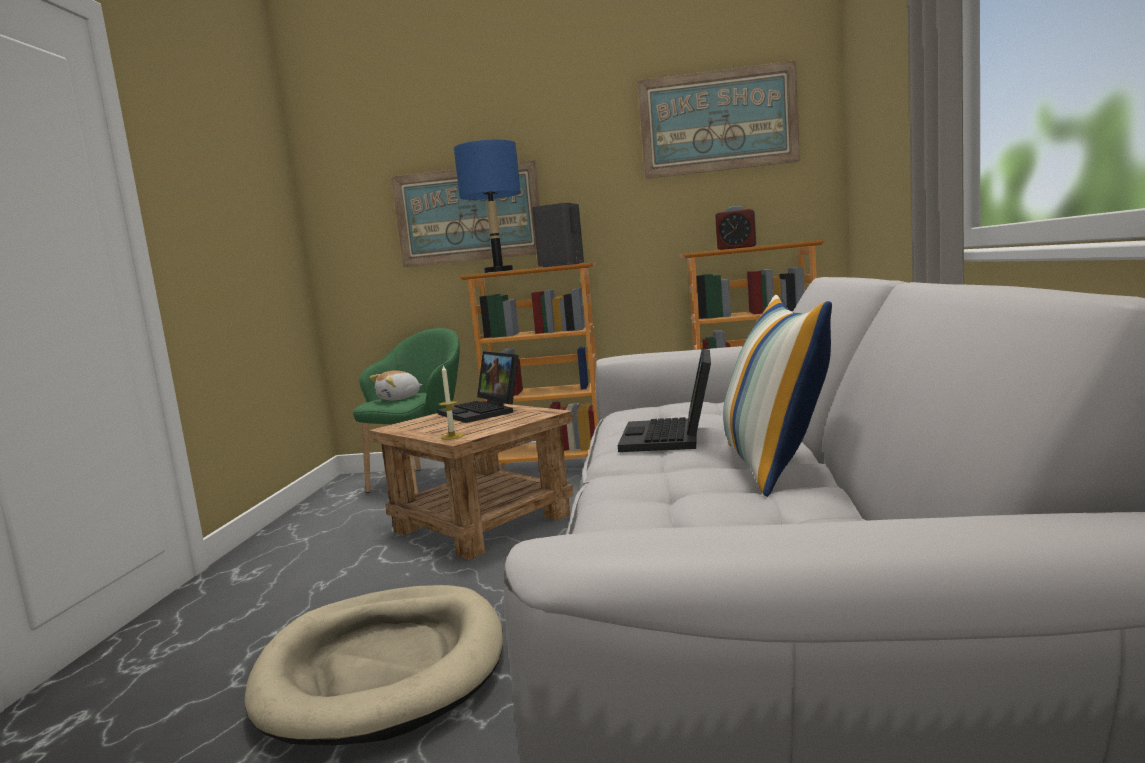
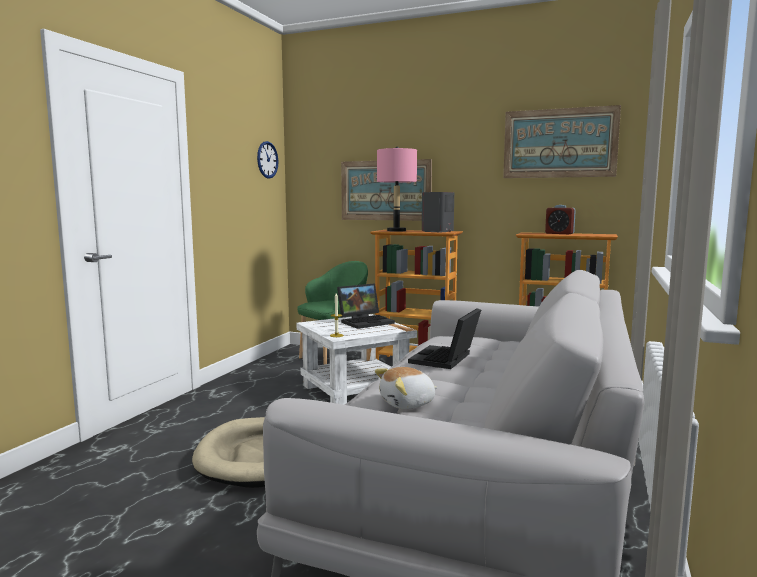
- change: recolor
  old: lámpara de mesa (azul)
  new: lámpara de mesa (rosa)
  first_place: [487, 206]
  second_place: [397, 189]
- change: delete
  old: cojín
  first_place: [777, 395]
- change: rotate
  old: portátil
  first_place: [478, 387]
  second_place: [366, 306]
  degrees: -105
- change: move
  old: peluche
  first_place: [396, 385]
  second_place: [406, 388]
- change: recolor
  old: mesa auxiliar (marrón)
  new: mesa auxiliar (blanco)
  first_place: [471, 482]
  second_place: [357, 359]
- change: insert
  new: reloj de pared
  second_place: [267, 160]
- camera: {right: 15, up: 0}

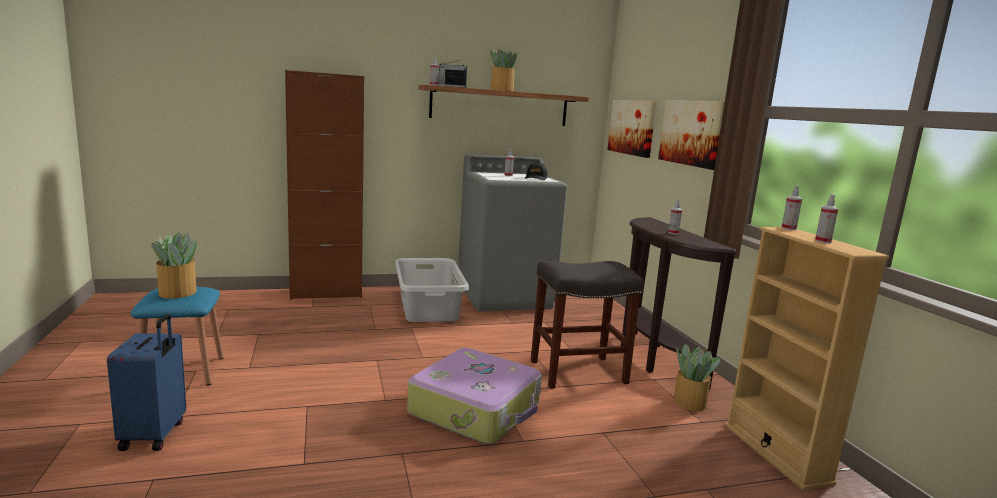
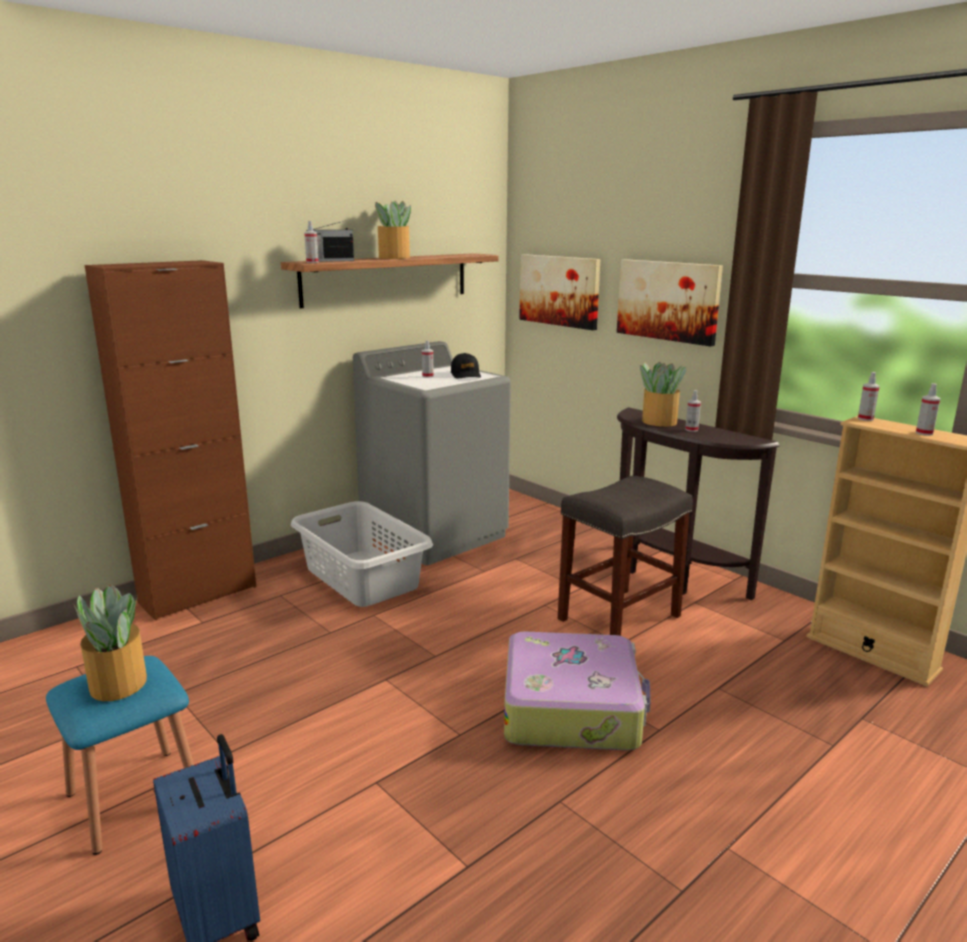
- change: move
  old: planta en maceta
  first_place: [697, 377]
  second_place: [663, 394]
- camera: {right: -25, up: 5}

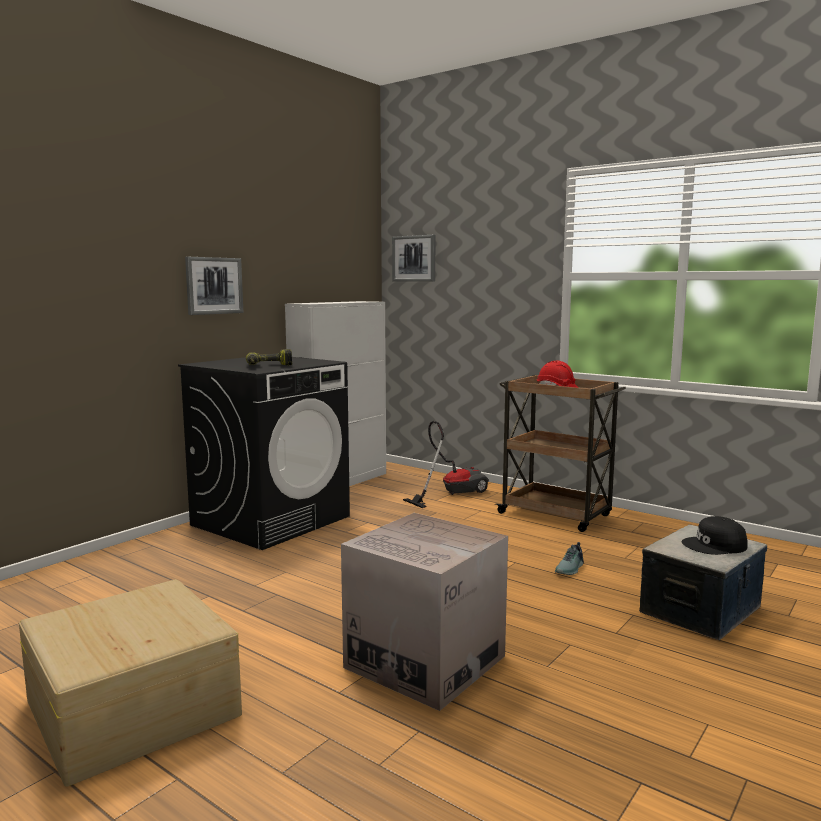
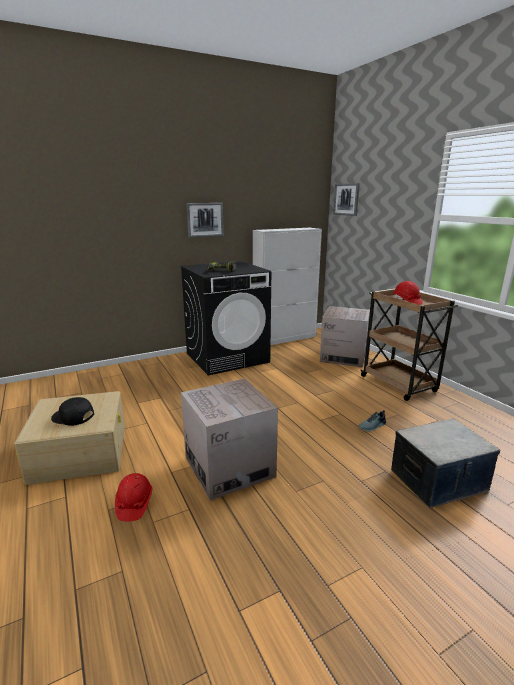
- change: replace
  old: aspiradora
  new: caja de cartón
  first_place: [446, 464]
  second_place: [345, 336]
- change: move
  old: gorra (negro)
  first_place: [715, 535]
  second_place: [72, 411]
- change: insert
  new: casco (rojo)
  second_place: [133, 497]
- camera: {right: 25, up: 10}

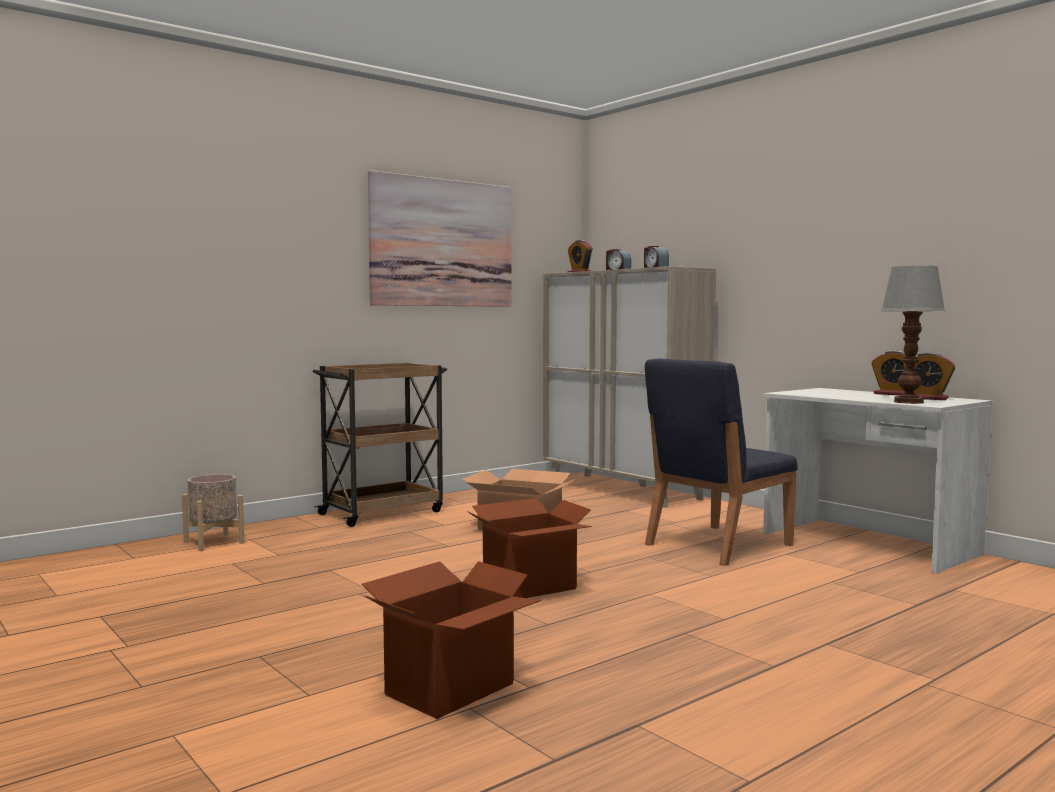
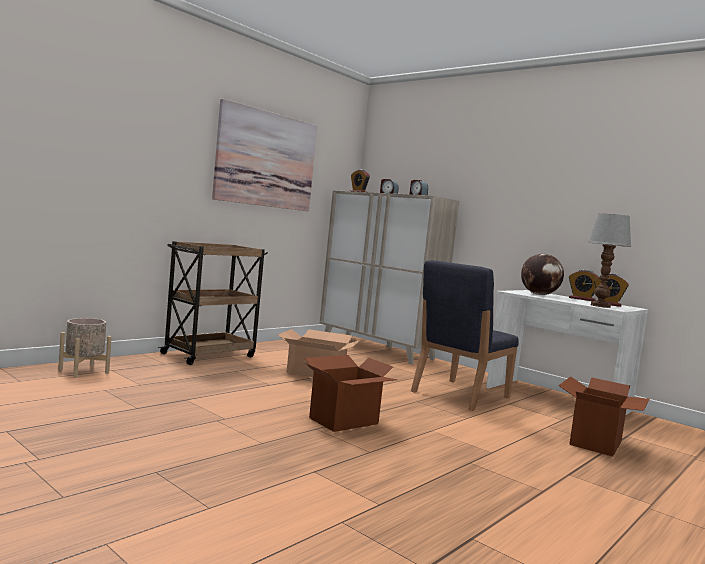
- change: move
  old: caja de cartón
  first_place: [451, 640]
  second_place: [604, 416]
- change: insert
  new: globo terráqueo
  second_place: [542, 274]
- camera: {right: -10, up: 0}

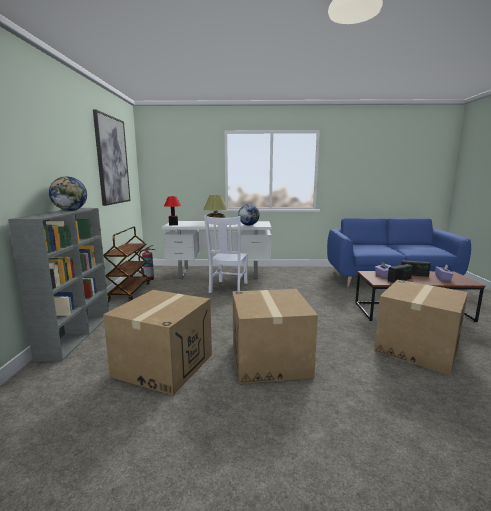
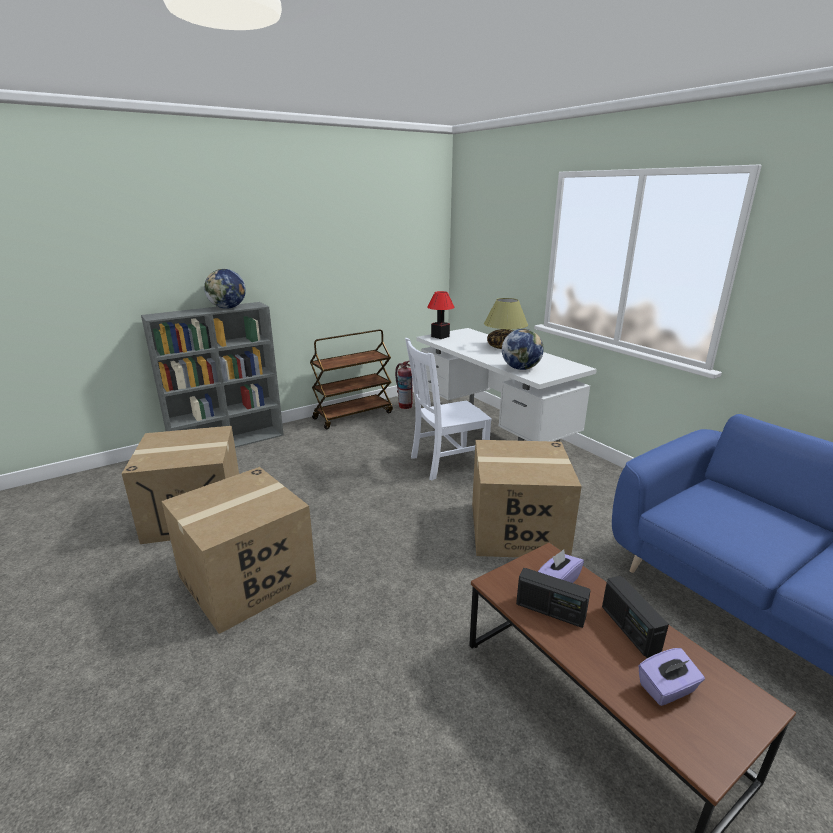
- change: delete
  old: cuadro
  first_place: [111, 157]
- change: move
  old: caja de cartón
  first_place: [421, 327]
  second_place: [527, 499]
- camera: {right: 55, up: 10}

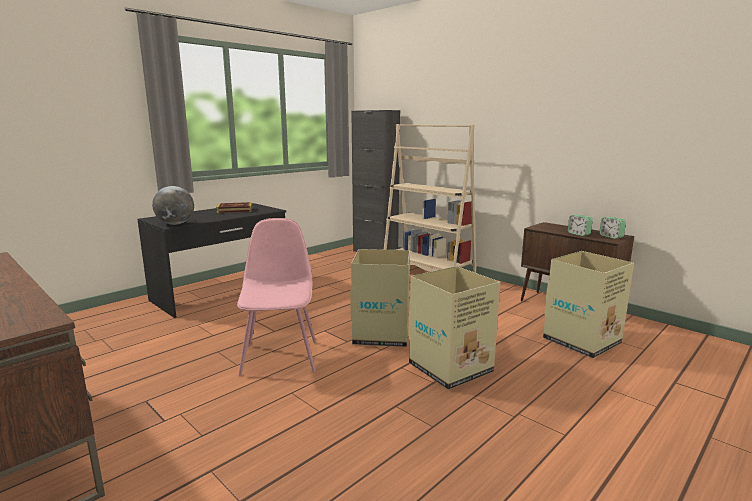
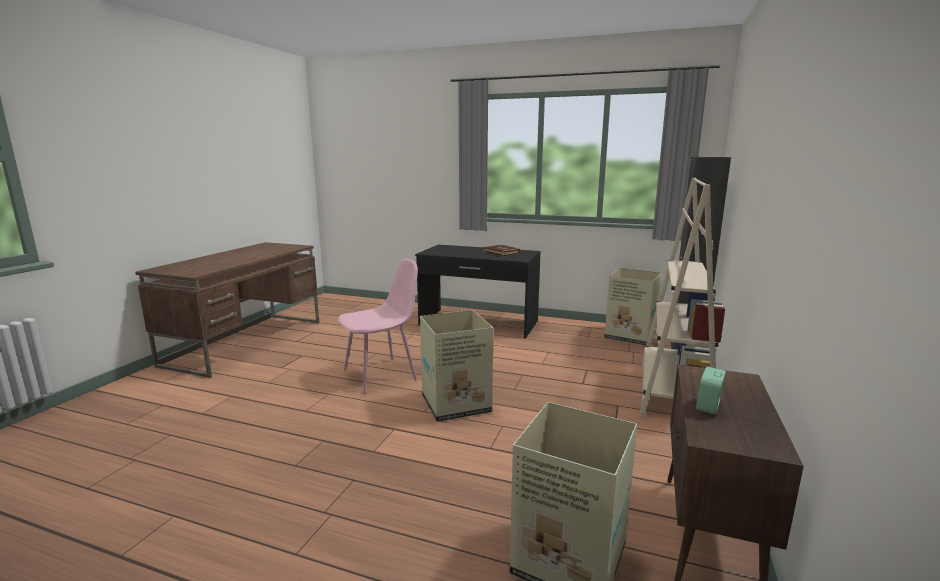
- change: delete
  old: globo terráqueo
  first_place: [173, 205]
- change: delete
  old: despertador
  first_place: [612, 228]
- change: move
  old: caja de cartón
  first_place: [454, 328]
  second_place: [633, 307]
- camera: {right: 65, up: 0}

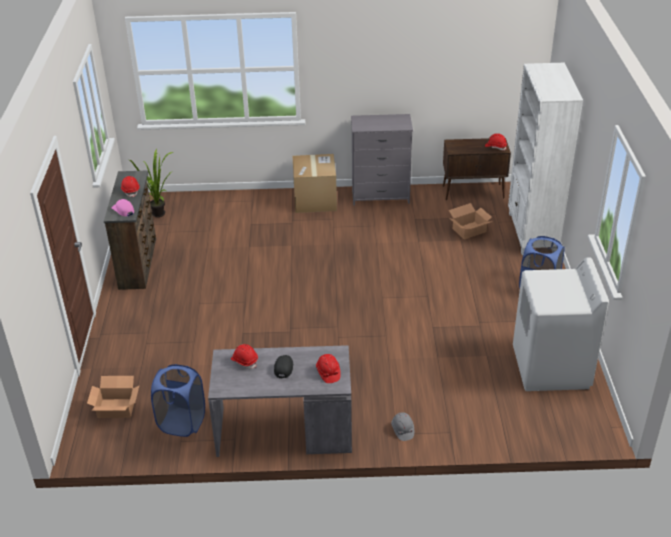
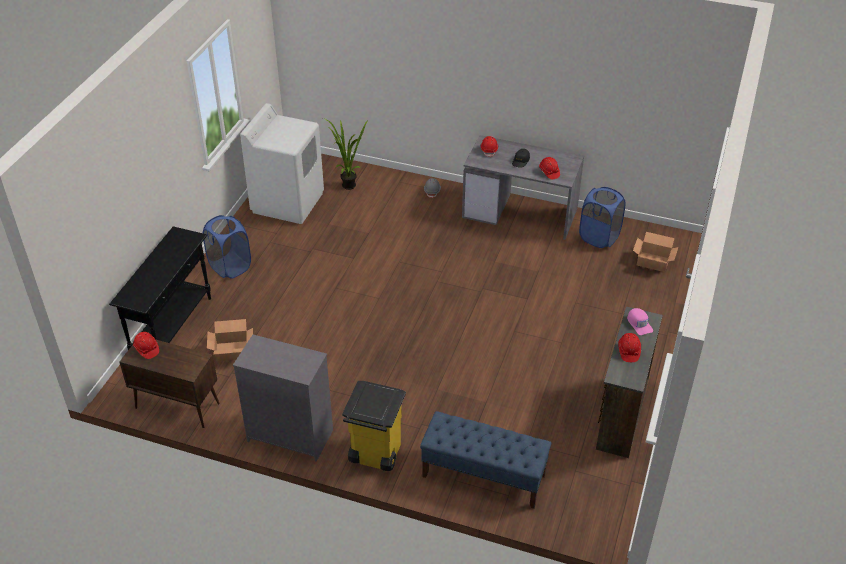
- change: replace
  old: estantería (blanco)
  new: mesa consola (negro)
  first_place: [545, 159]
  second_place: [160, 288]
- change: move
  old: planta en maceta
  first_place: [151, 183]
  second_place: [345, 154]
- change: replace
  old: caja de cartón
  new: papelera (amarillo)
  first_place: [314, 183]
  second_place: [374, 426]
- change: insert
  new: banco (azul)
  second_place: [485, 460]
- camera: {right: -160, up: 5}

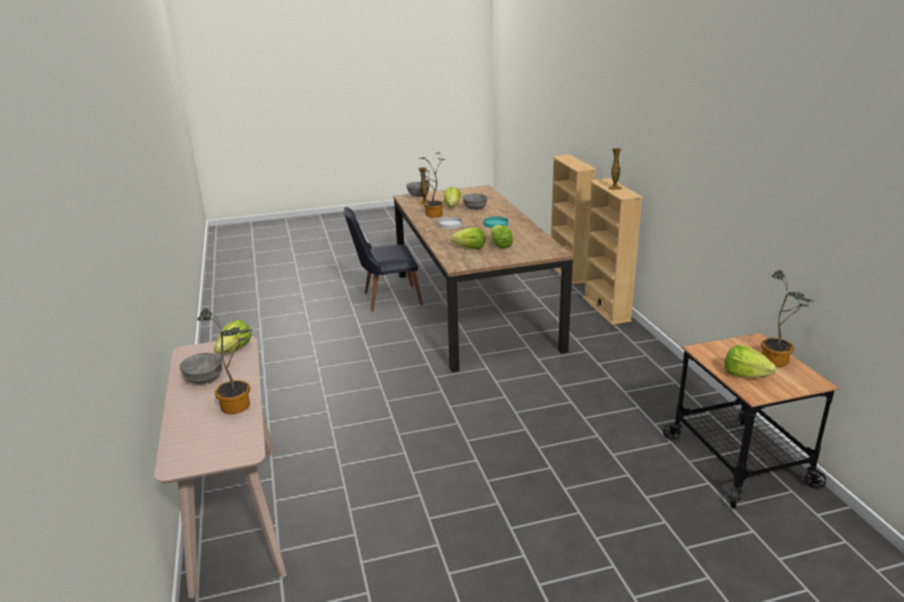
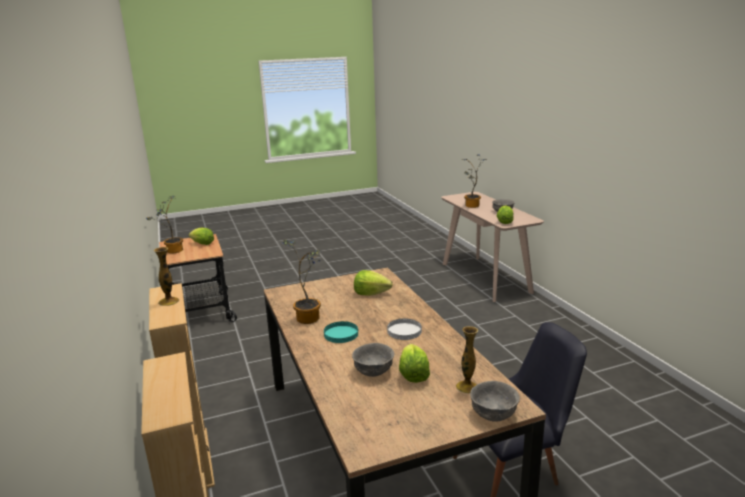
- change: move
  old: planta en maceta
  first_place: [432, 185]
  second_place: [302, 282]
- change: delete
  old: lechuga
  first_place: [501, 236]
- camera: {right: 175, up: -5}

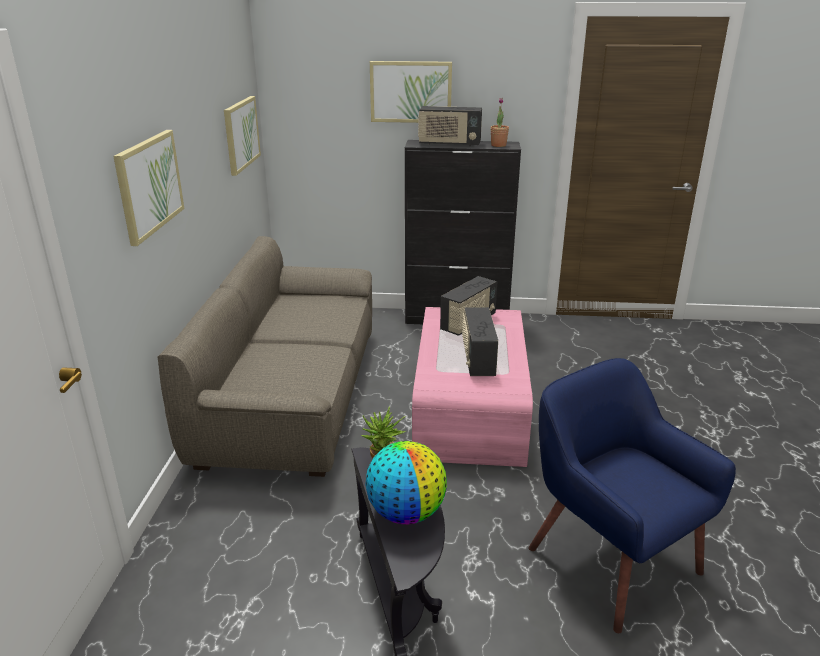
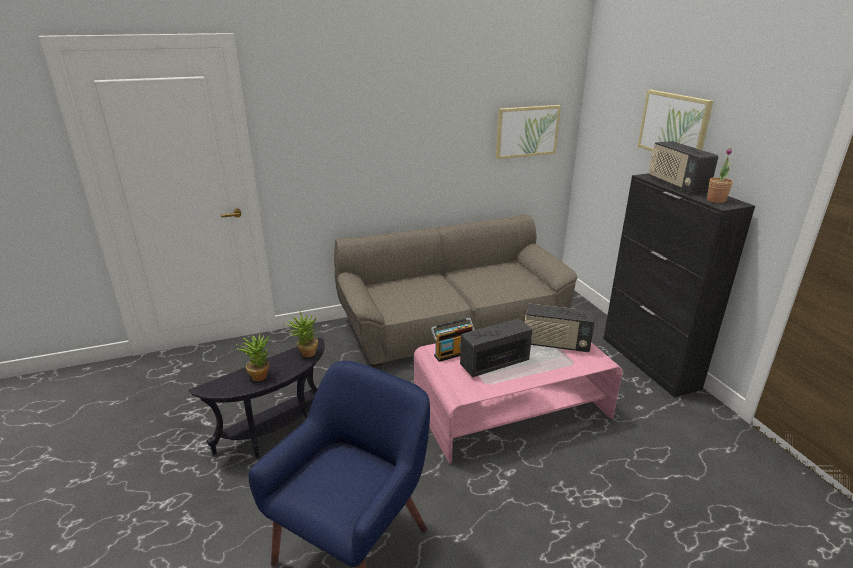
- change: delete
  old: cuadro
  first_place: [148, 188]
- change: replace
  old: globo terráqueo
  new: planta en maceta
  first_place: [406, 482]
  second_place: [252, 357]
- change: insert
  new: radio
  second_place: [453, 340]
- camera: {right: 65, up: 0}

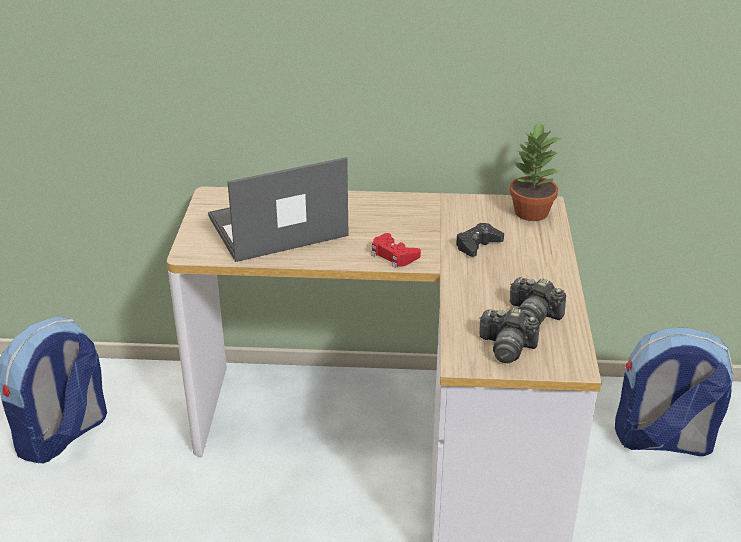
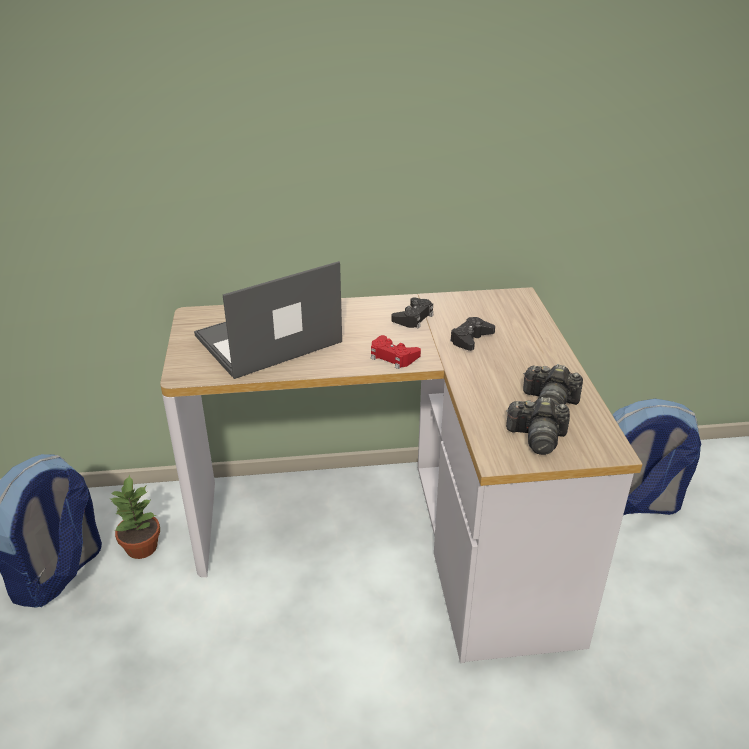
- change: move
  old: planta en maceta
  first_place: [535, 171]
  second_place: [134, 516]
- change: insert
  new: mando de consola (negro)
  second_place: [412, 313]
- camera: {right: -10, up: 0}

